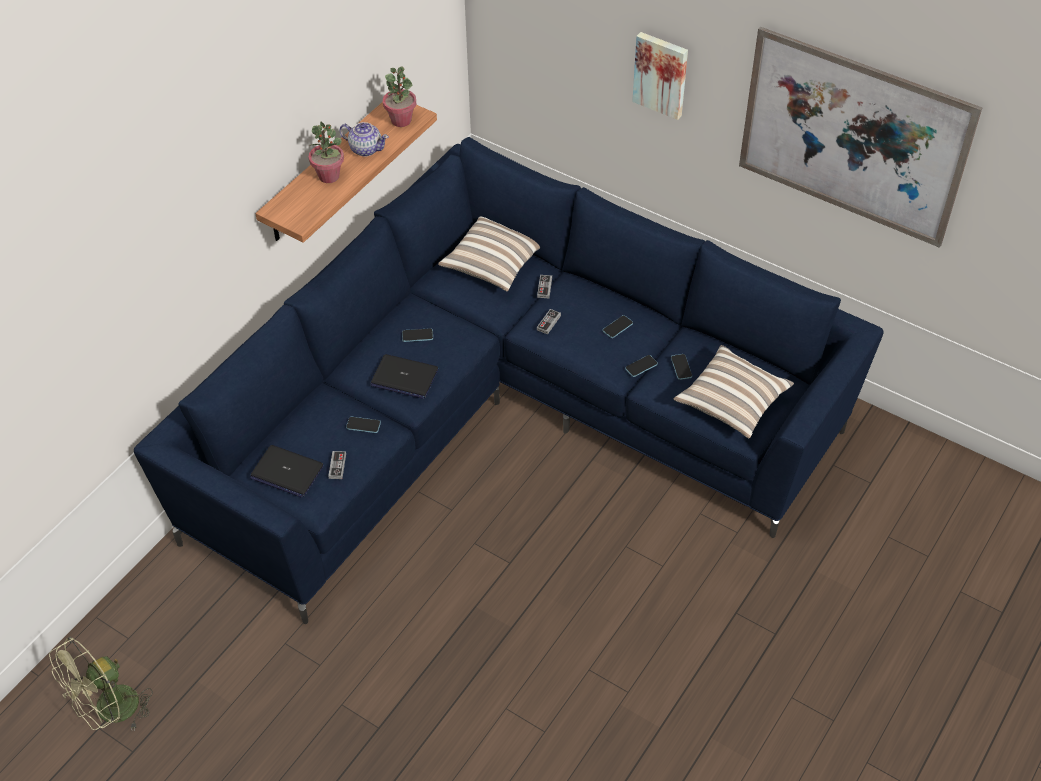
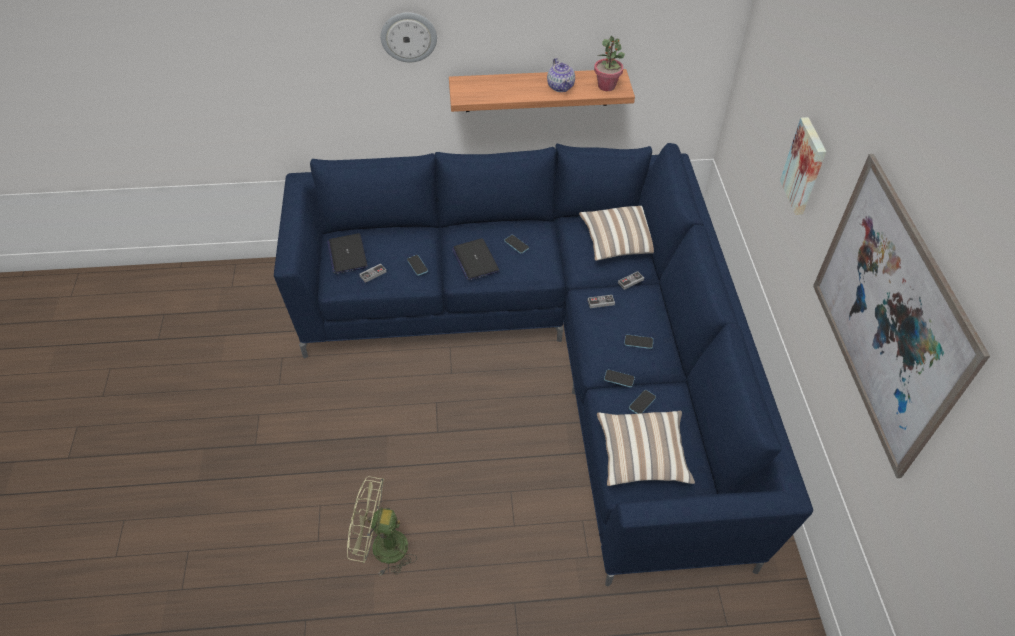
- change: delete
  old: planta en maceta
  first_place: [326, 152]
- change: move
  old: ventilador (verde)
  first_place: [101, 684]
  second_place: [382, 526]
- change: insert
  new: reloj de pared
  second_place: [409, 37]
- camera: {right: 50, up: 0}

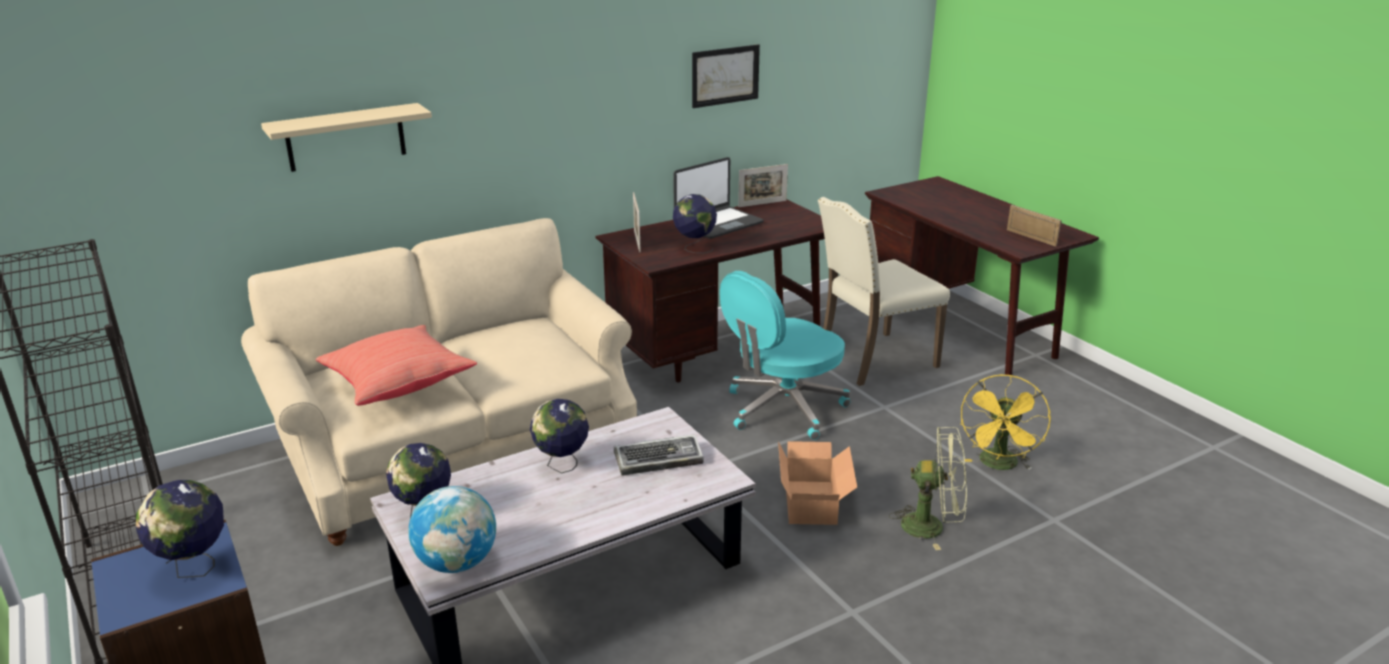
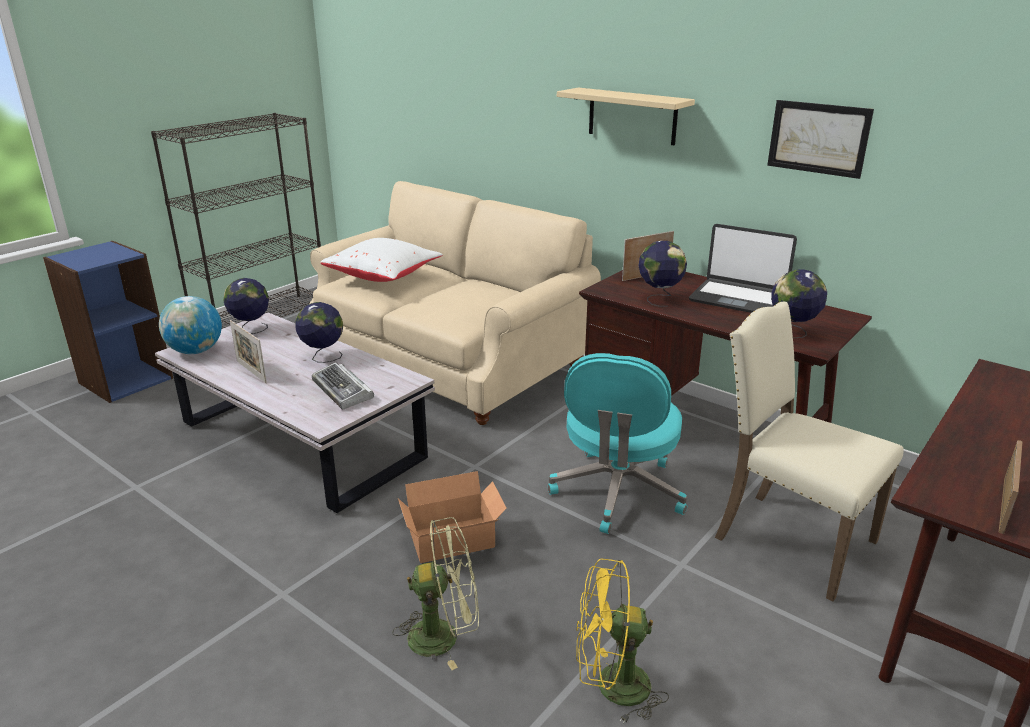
- change: move
  old: estante (beis)
  first_place: [346, 137]
  second_place: [626, 116]
- change: move
  old: portarretratos
  first_place: [763, 185]
  second_place: [248, 351]
- change: rotate
  old: silla de oficina (turquesa)
  first_place: [785, 355]
  second_place: [617, 443]
  degrees: -105
- change: recolor
  old: cojín (rojo)
  new: cojín (blanco)
  first_place: [396, 365]
  second_place: [381, 260]
- change: rotate
  old: ventilador (verde)
  first_place: [928, 488]
  second_place: [435, 593]
  degrees: -90
- change: move
  old: globo terráqueo
  first_place: [180, 529]
  second_place: [799, 303]
- camera: {right: 70, up: 0}

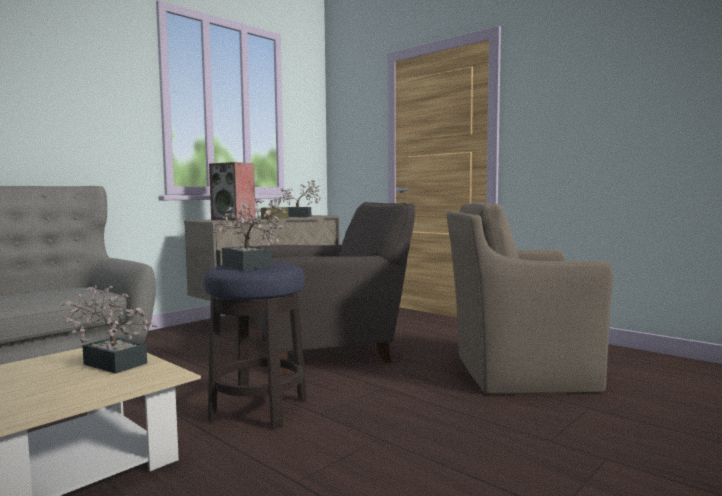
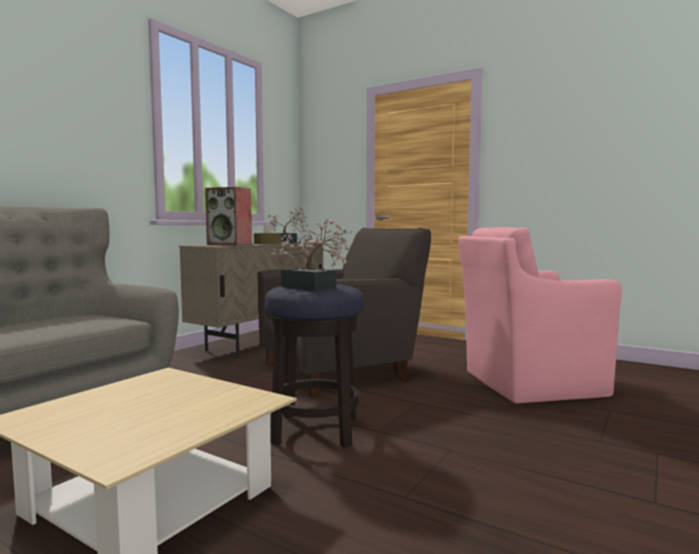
- change: recolor
  old: sillón (marrón)
  new: sillón (rosa)
  first_place: [530, 298]
  second_place: [540, 315]
- change: delete
  old: planta en maceta
  first_place: [108, 330]
- camera: {right: -10, up: 0}

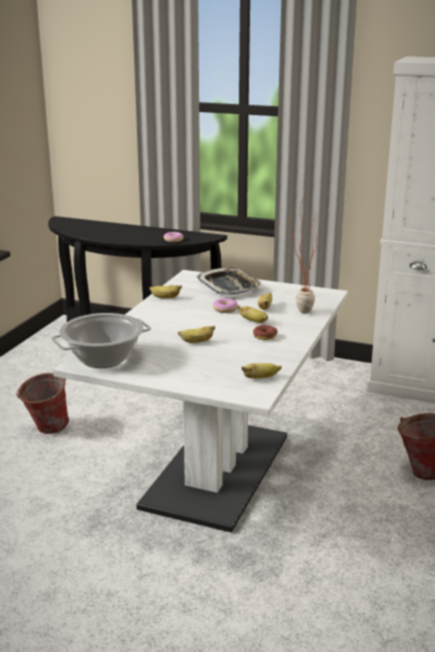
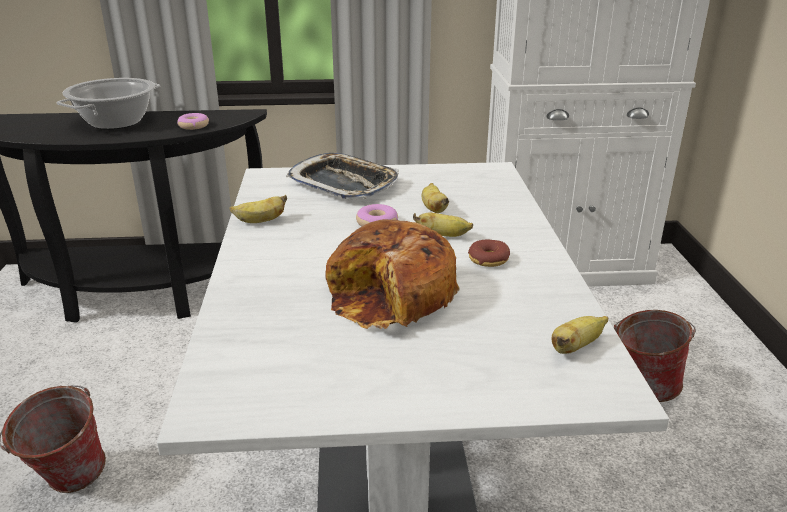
- change: delete
  old: planta en maceta
  first_place: [302, 257]
- change: move
  old: olla
  first_place: [101, 340]
  second_place: [109, 103]
- change: replace
  old: plátano
  new: pan
  first_place: [196, 334]
  second_place: [393, 274]
- camera: {right: -25, up: 5}

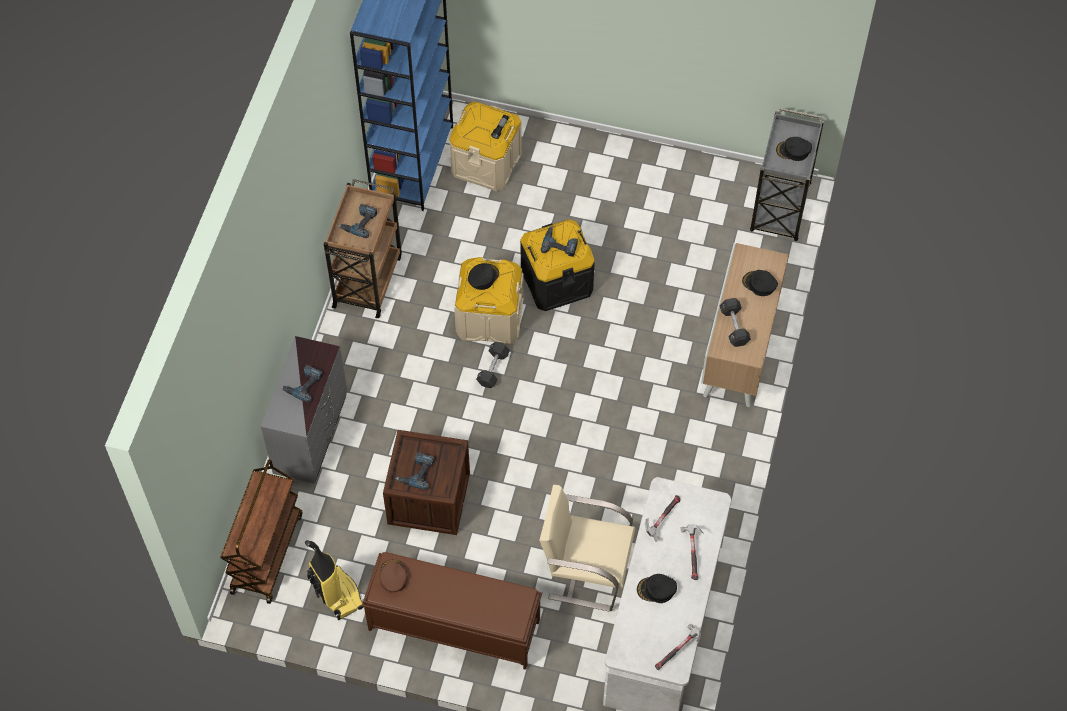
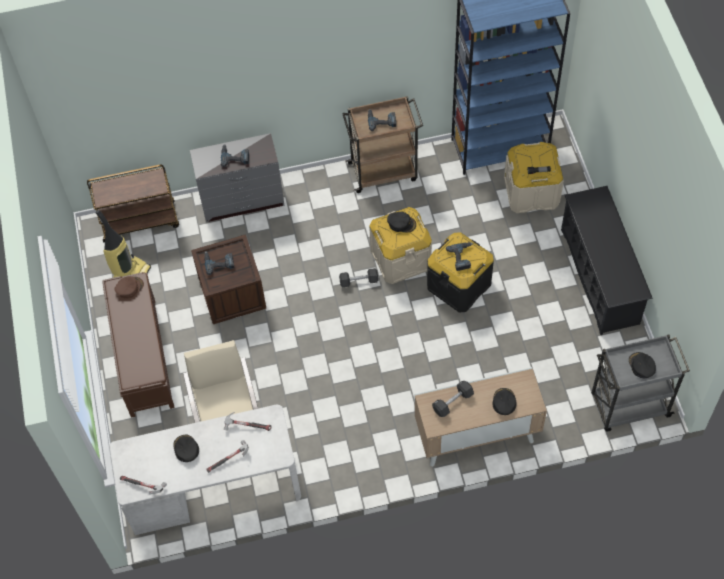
- change: insert
  new: zapatero (negro)
  second_place: [607, 260]
- camera: {right: 65, up: 0}

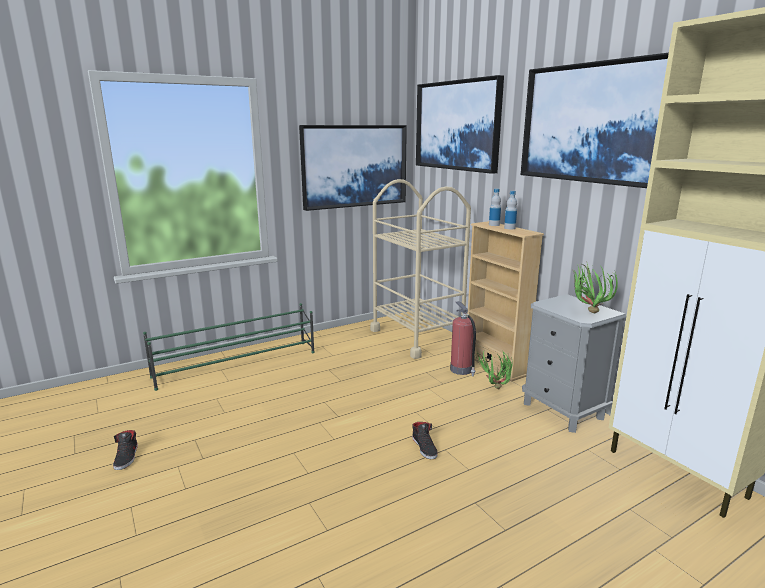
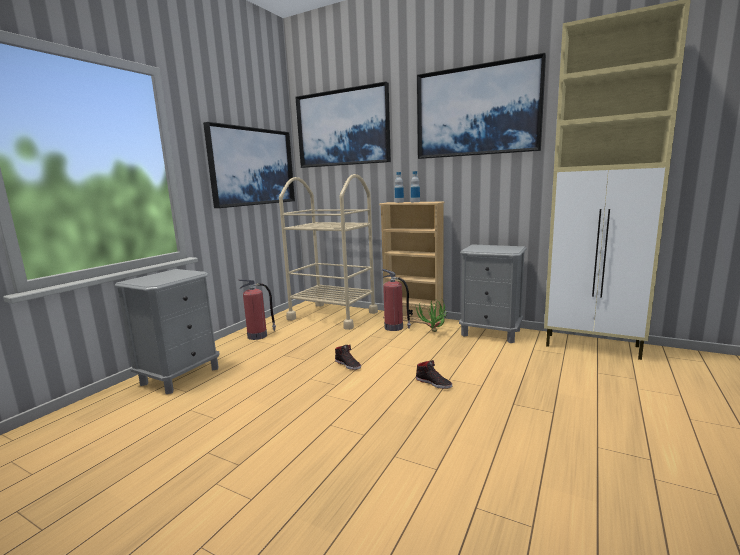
- change: delete
  old: planta en maceta
  first_place: [595, 288]
- change: replace
  old: zapatero (verde)
  new: mesita de noche (gris)
  first_place: [229, 347]
  second_place: [167, 331]
- change: move
  old: zapato (negro)
  first_place: [125, 450]
  second_place: [348, 357]
- change: insert
  new: extintor
  second_place: [257, 309]
- camera: {right: -30, up: -5}

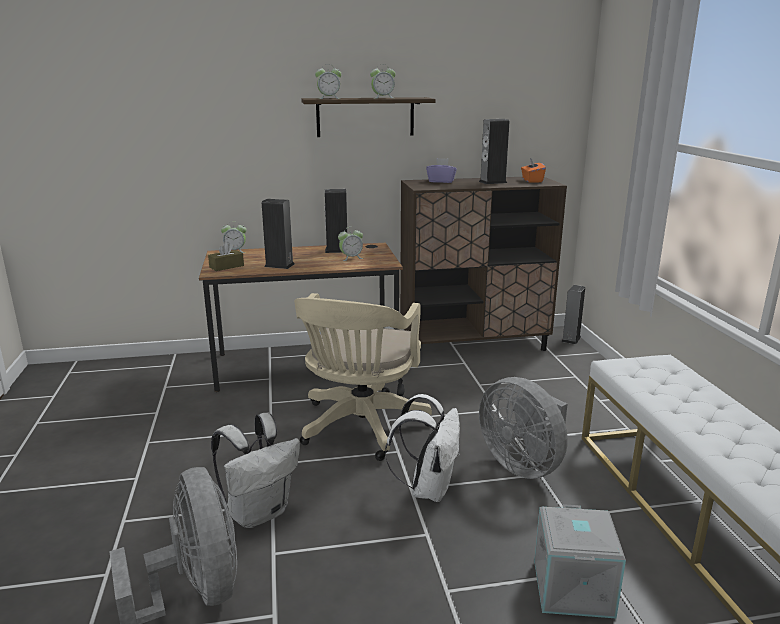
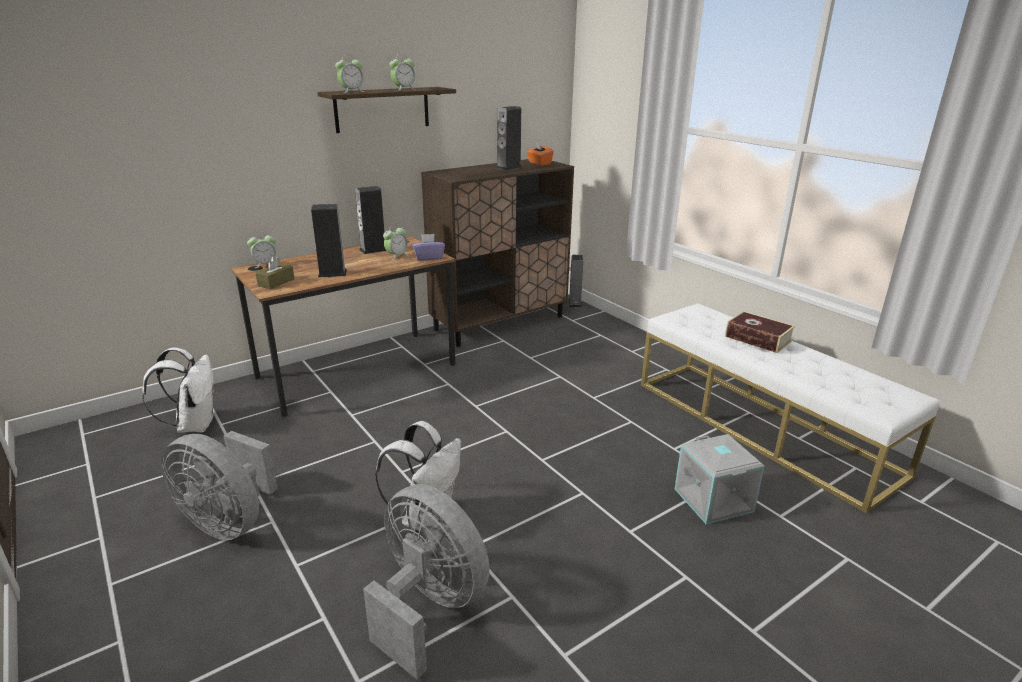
- change: move
  old: caja de pañuelos (morado)
  first_place: [441, 170]
  second_place: [428, 247]
- change: delete
  old: silla de oficina (beis)
  first_place: [363, 377]
- change: move
  old: ventilador (gris)
  first_place: [523, 428]
  second_place: [219, 485]
- change: move
  old: mochila (blanco)
  first_place: [422, 448]
  second_place: [178, 390]
- change: insert
  new: libro
  second_place: [760, 332]
- camera: {right: -25, up: 5}

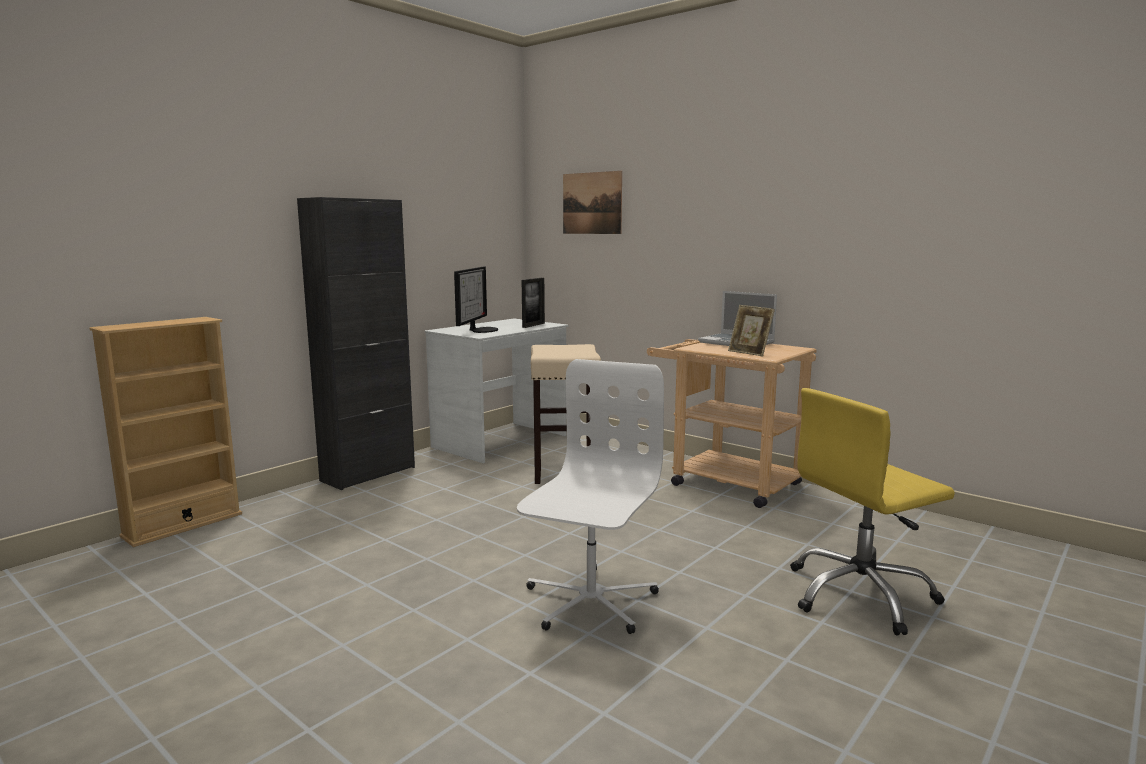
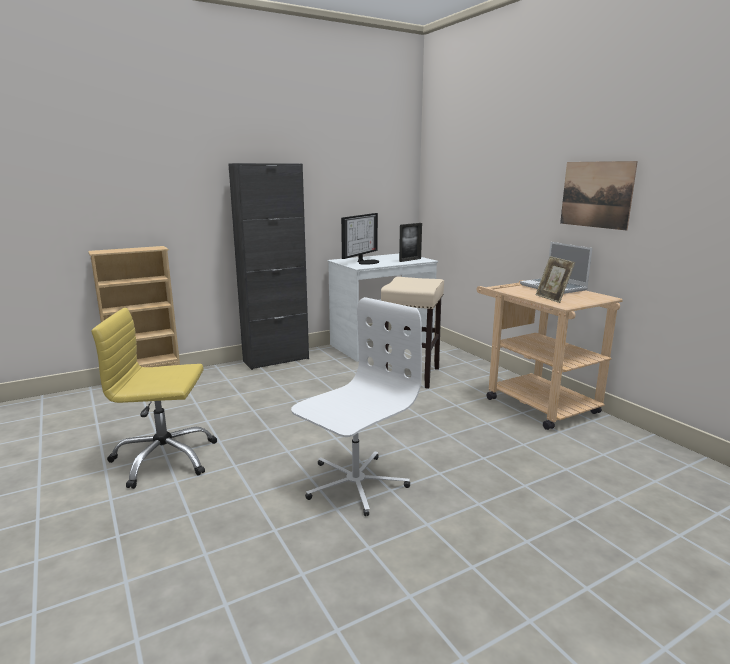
- change: move
  old: cuadro
  first_place: [592, 202]
  second_place: [599, 196]
- change: move
  old: silla de oficina (amarillo)
  first_place: [873, 512]
  second_place: [154, 398]
- camera: {right: 20, up: 5}

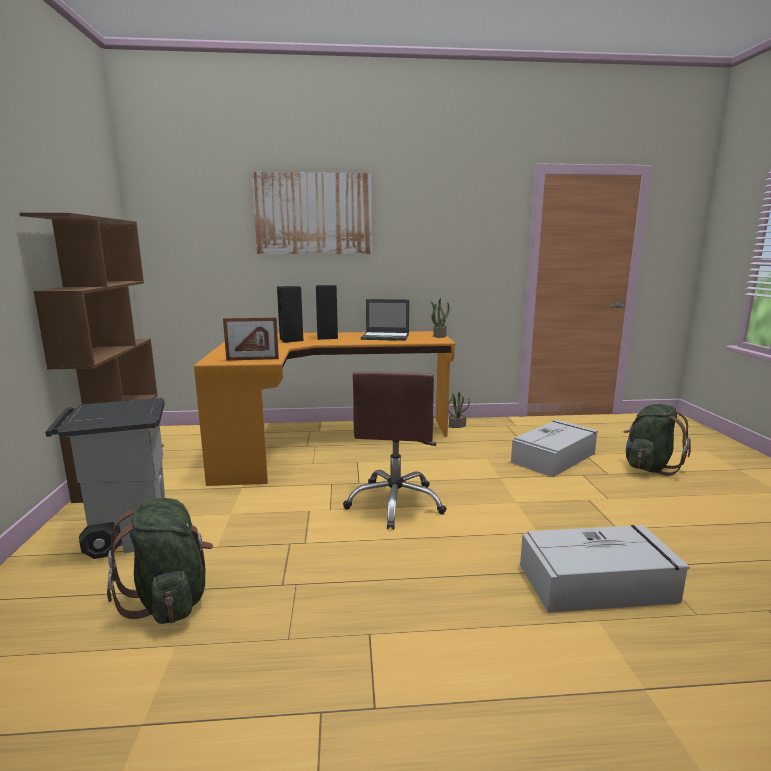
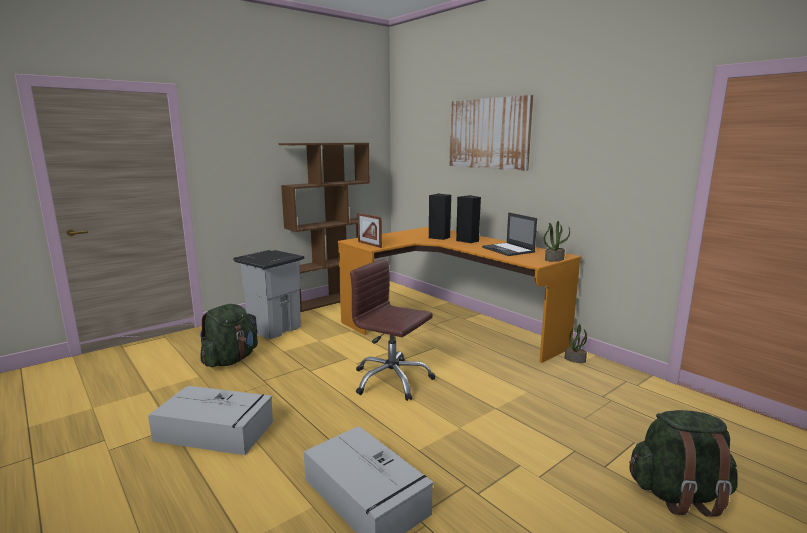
- change: rotate
  old: silla de oficina (marrón)
  first_place: [395, 450]
  second_place: [392, 329]
  degrees: 60
- change: move
  old: caja de almacenaje (gris)
  first_place: [554, 448]
  second_place: [210, 420]
- camera: {right: 55, up: 0}

